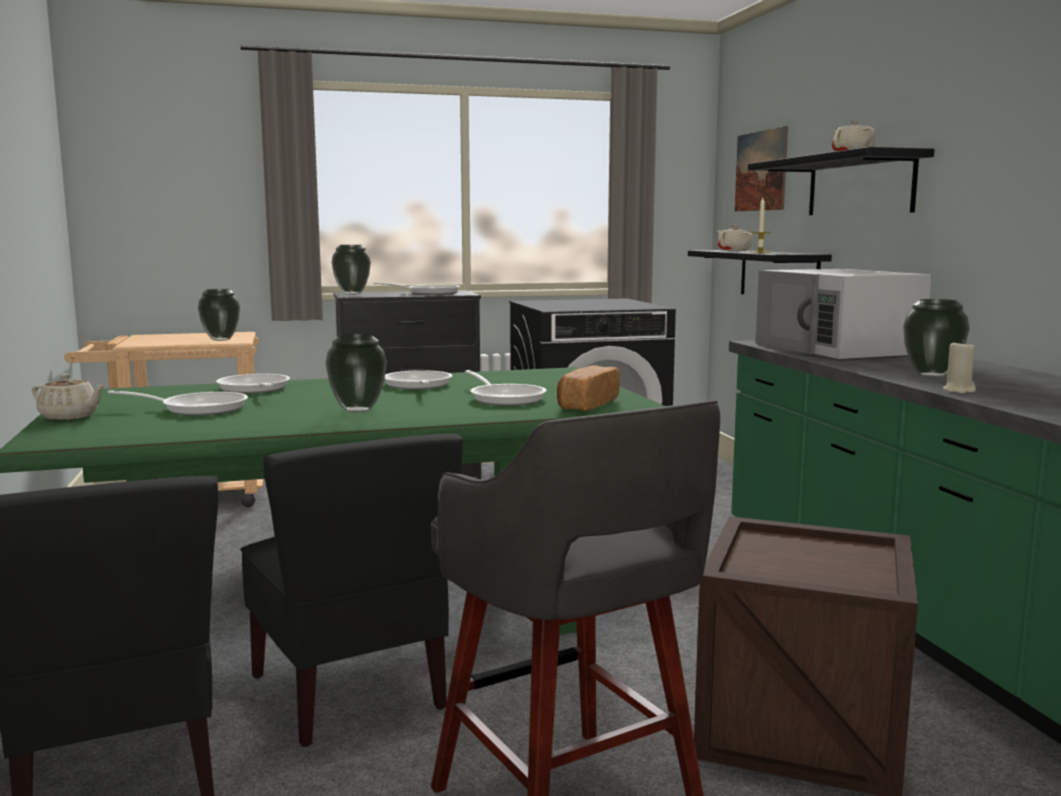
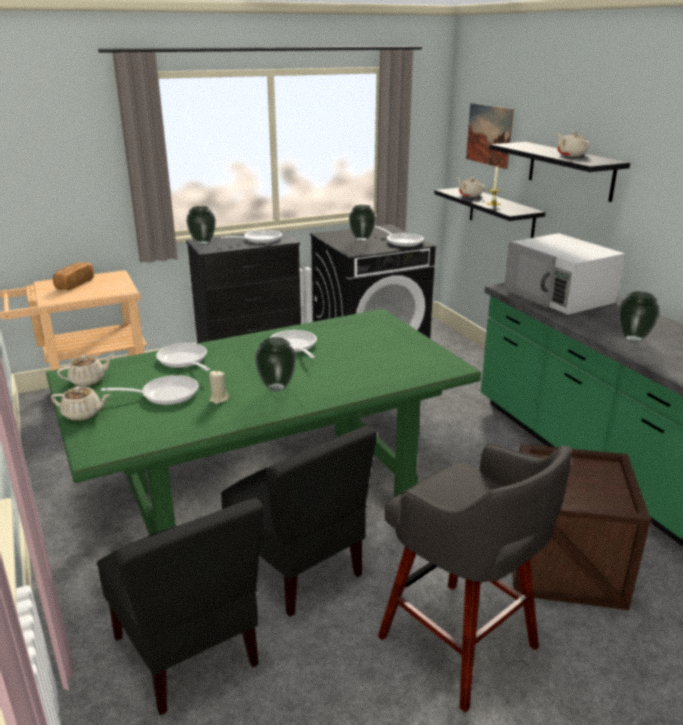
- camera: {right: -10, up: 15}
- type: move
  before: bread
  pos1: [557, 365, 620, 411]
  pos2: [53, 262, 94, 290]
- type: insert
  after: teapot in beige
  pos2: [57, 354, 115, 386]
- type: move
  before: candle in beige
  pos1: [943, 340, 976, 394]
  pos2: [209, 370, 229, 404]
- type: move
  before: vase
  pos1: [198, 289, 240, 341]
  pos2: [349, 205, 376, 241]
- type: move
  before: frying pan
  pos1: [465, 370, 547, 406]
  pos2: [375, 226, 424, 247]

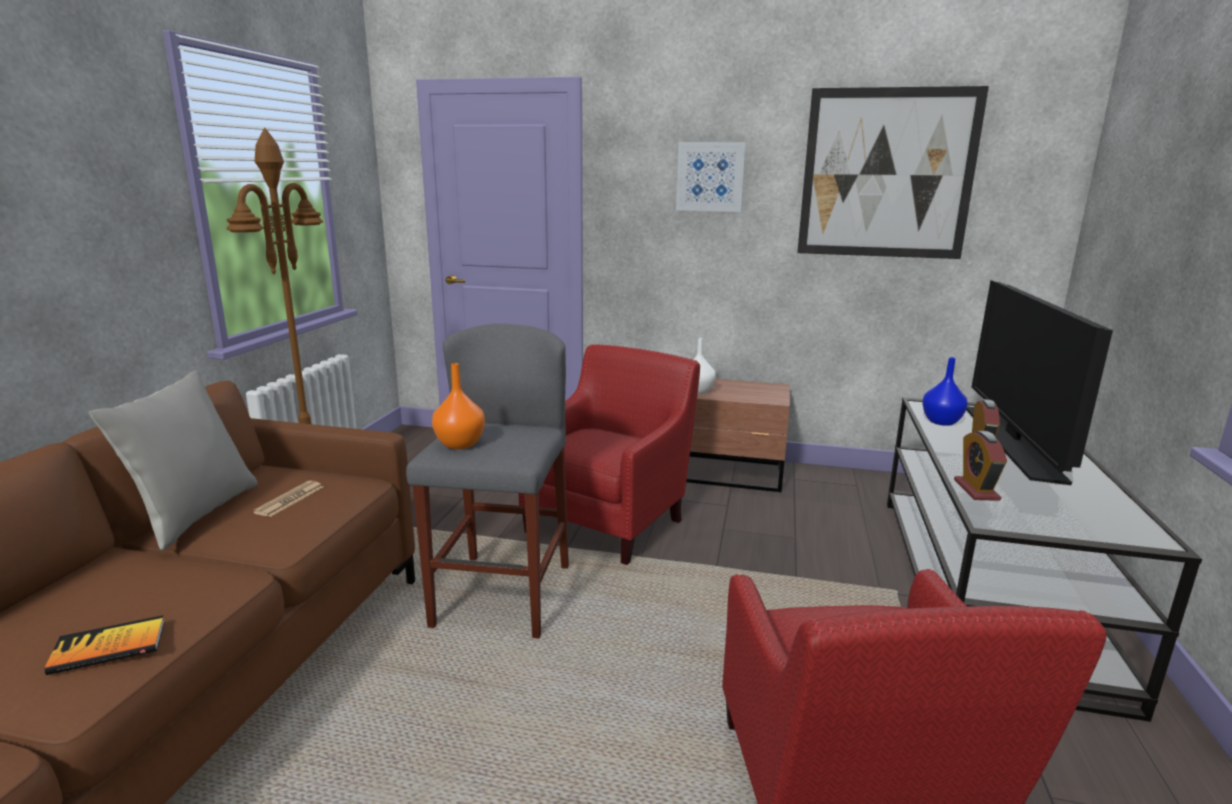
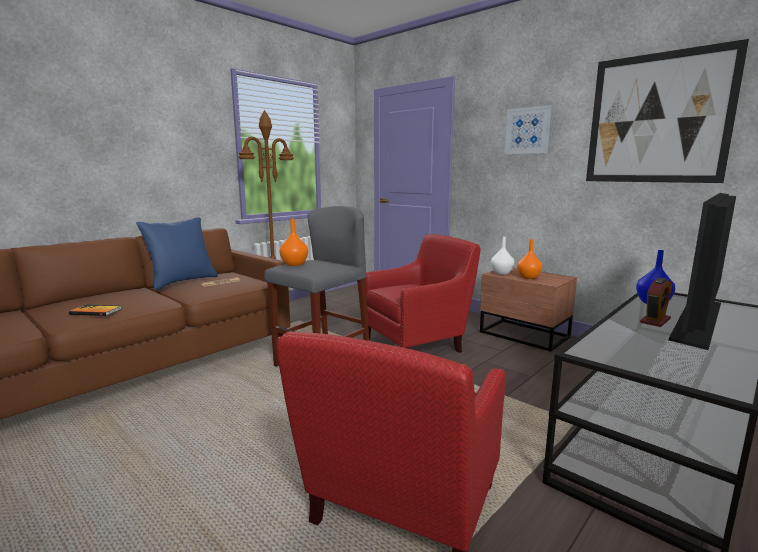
- camera: {right: 30, up: -5}
- type: recolor
  before: pillow in grey
  after: pillow in blue
  pos1: [89, 371, 258, 551]
  pos2: [136, 217, 218, 290]
- type: insert
  after: vase in orange
  pos2: [517, 239, 542, 279]
- type: delete
  before: alarm clock
  pos1: [954, 431, 1007, 501]

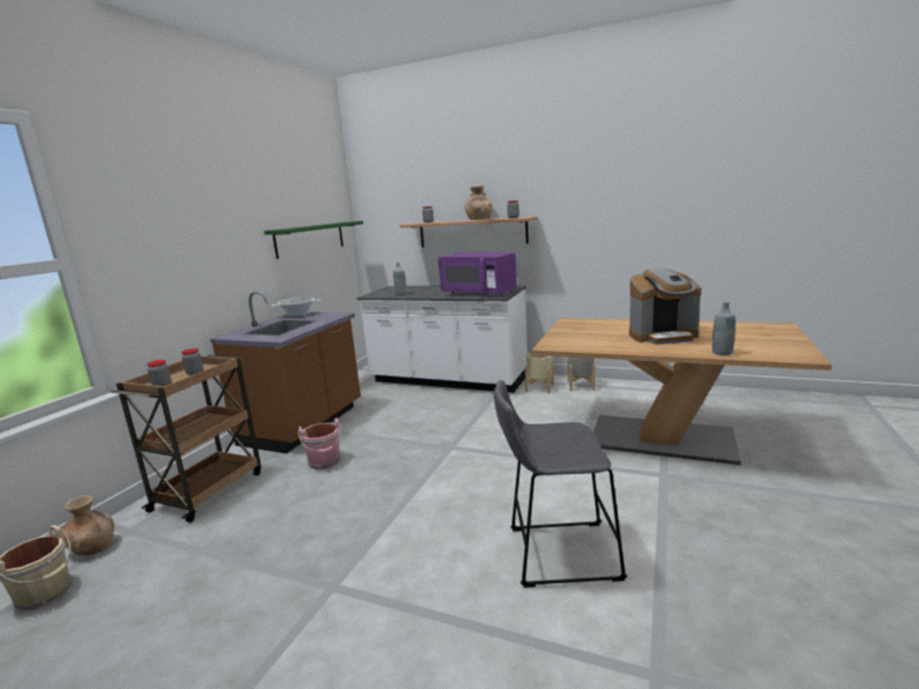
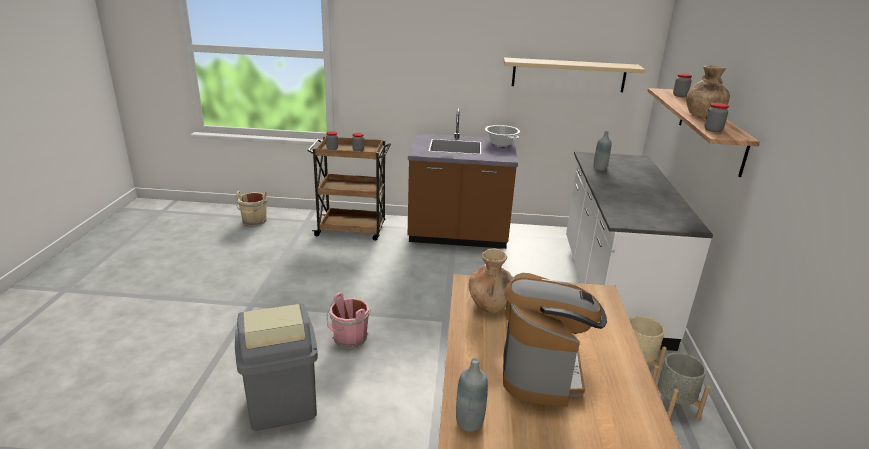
- camera: {right: 70, up: 10}
- type: replace
  before: stool in grey
  after: trash can in grey
  pos1: [494, 380, 627, 588]
  pos2: [235, 303, 318, 431]
- type: move
  before: bucket in pink
  pos1: [298, 418, 341, 469]
  pos2: [326, 292, 371, 349]
- type: move
  before: vase in brown
  pos1: [61, 495, 114, 555]
  pos2: [468, 249, 512, 313]
- type: rotate
  before: coffee machine
  pos1: [629, 268, 701, 345]
  pos2: [503, 273, 607, 407]
  turn: -150
- type: recolor
  before: shelf in green
  after: shelf in beige
  pos1: [264, 221, 363, 259]
  pos2: [504, 58, 645, 92]
- type: delete
  before: microwave in purple
  pos1: [438, 252, 517, 296]

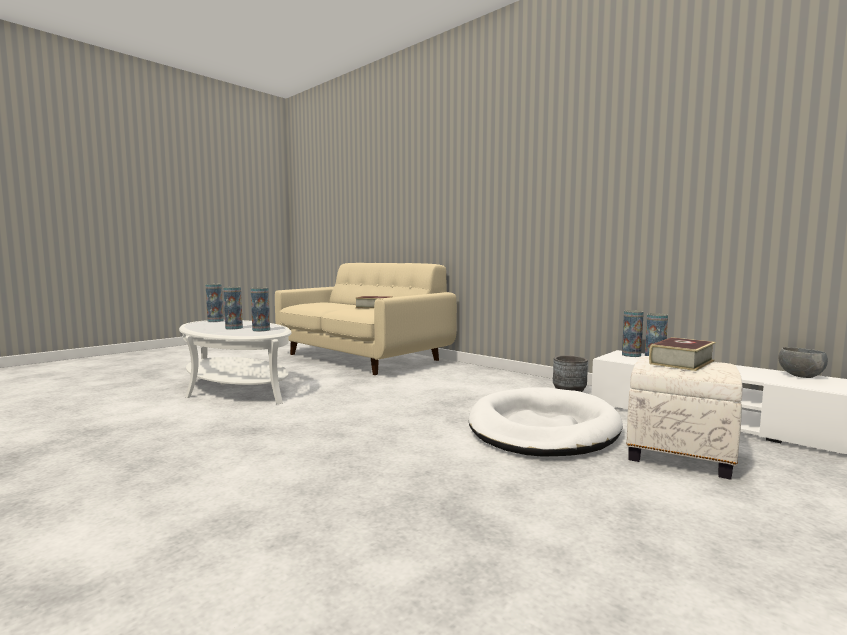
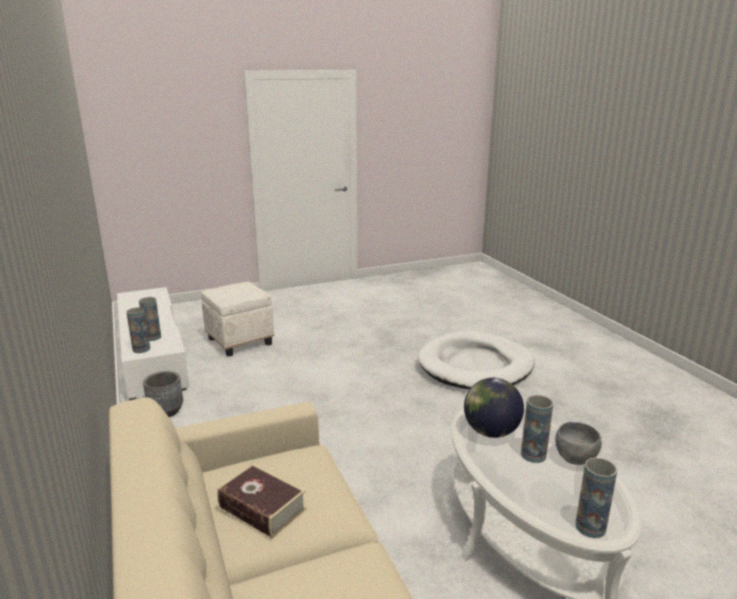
- camera: {right: -155, up: 15}
- type: move
  before: dog bed in white
  pos1: [469, 387, 623, 457]
  pos2: [418, 331, 535, 389]
- type: replace
  before: vase
  after: globe
  pos1: [251, 288, 270, 331]
  pos2: [464, 378, 524, 438]
- type: move
  before: bowl in grey
  pos1: [778, 347, 828, 378]
  pos2: [555, 422, 602, 465]
- type: delete
  before: book
  pos1: [649, 337, 716, 371]

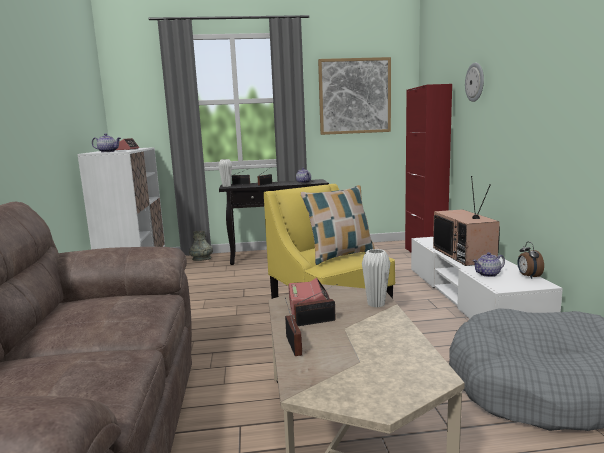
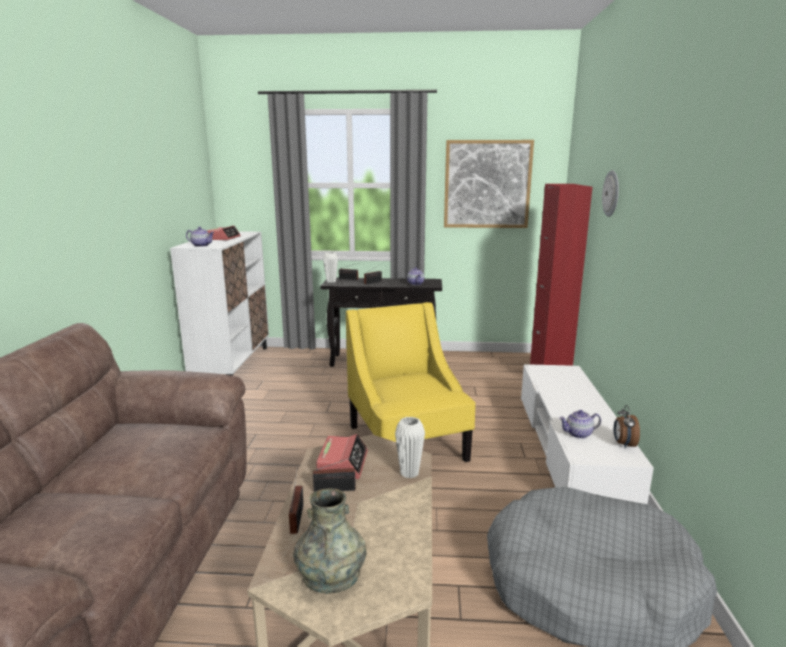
- camera: {right: 10, up: 5}
- type: move
  before: vase in grey
  pos1: [189, 231, 213, 261]
  pos2: [293, 488, 366, 594]
- type: delete
  before: pillow
  pos1: [301, 185, 375, 265]
- type: delete
  before: television
  pos1: [433, 176, 500, 266]

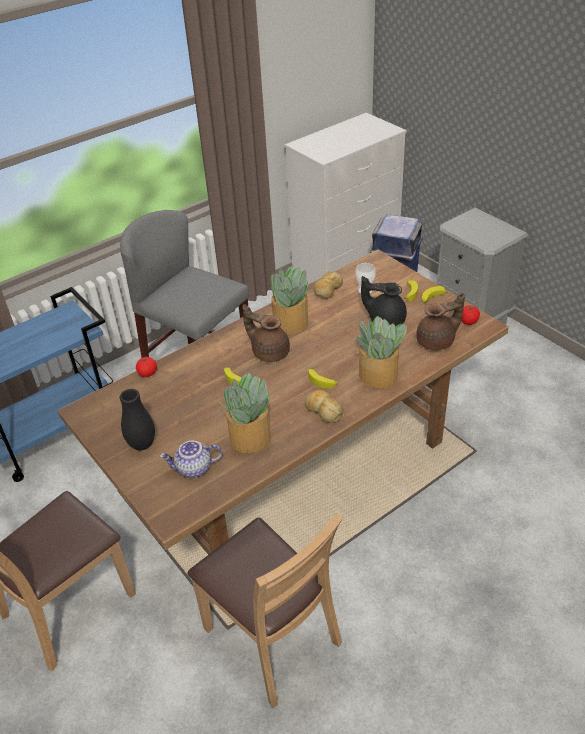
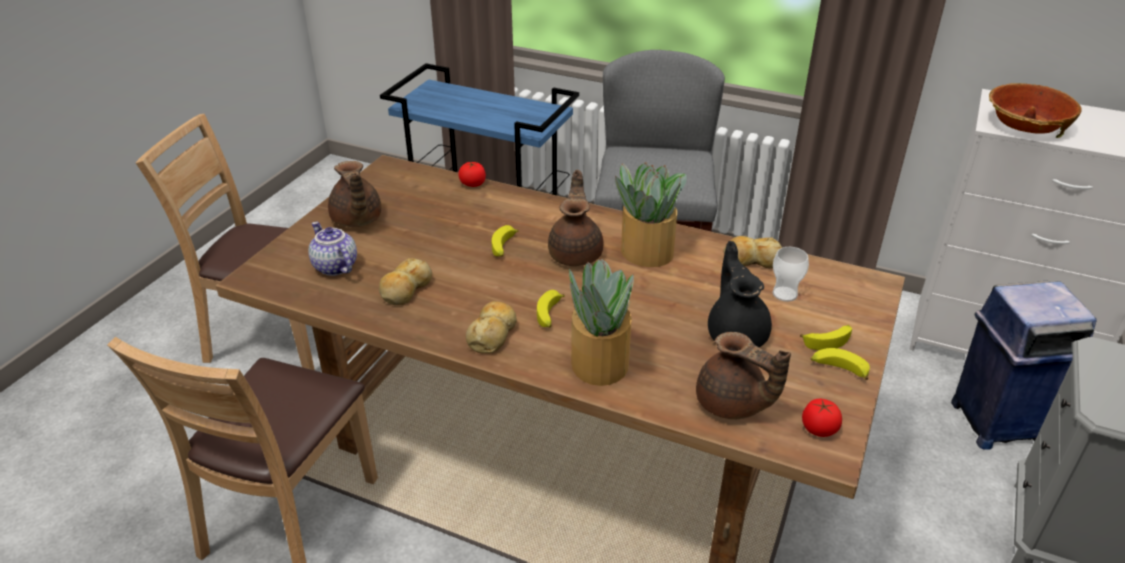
- camera: {right: 60, up: -5}
- type: replace
  before: vase in black
  after: teapot in brown
  pos1: [119, 389, 155, 450]
  pos2: [328, 161, 381, 227]
- type: replace
  before: potted plant
  after: bread
  pos1: [217, 373, 271, 453]
  pos2: [379, 258, 432, 305]
- type: insert
  after: bowl
  pos2: [989, 83, 1082, 138]

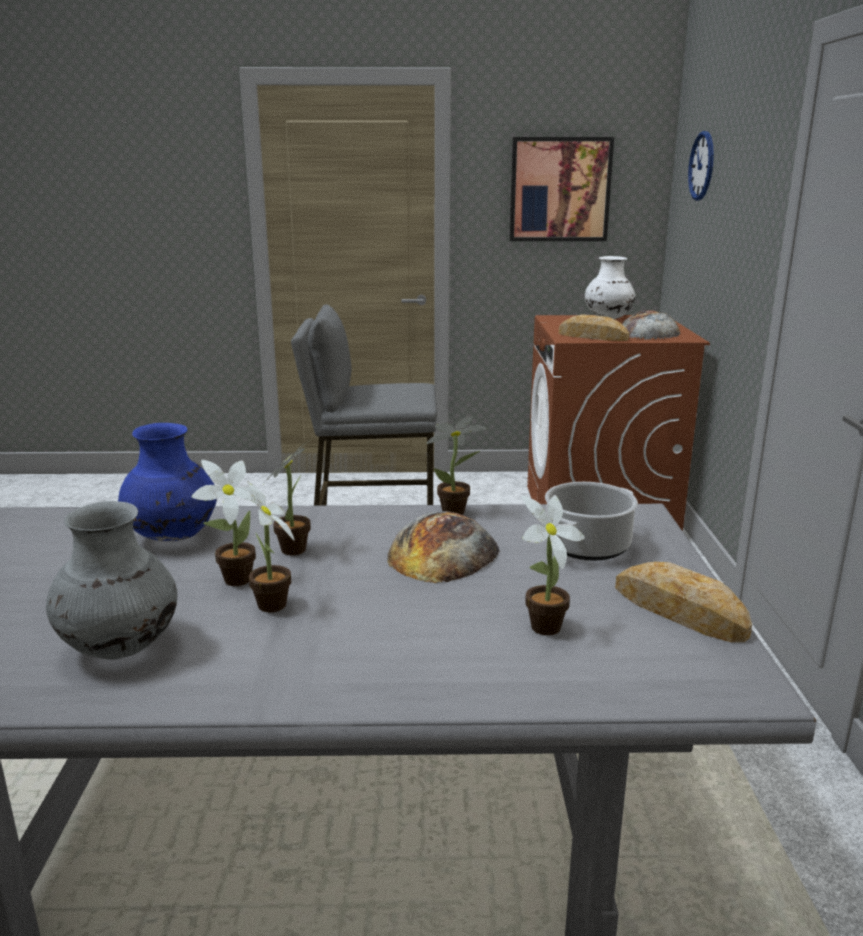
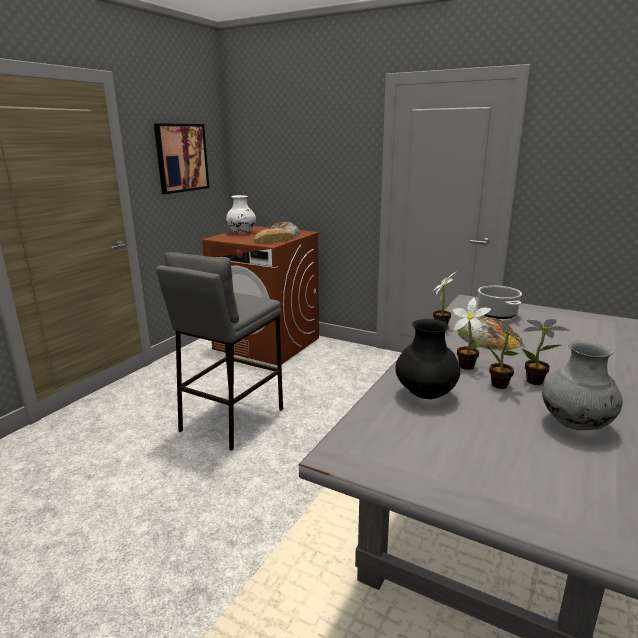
- camera: {right: -60, up: 0}
- type: recolor
  before: vase in blue
  after: vase in black
  pos1: [118, 423, 217, 541]
  pos2: [395, 319, 460, 399]
- type: delete
  before: potted plant
  pos1: [521, 495, 585, 635]
- type: delete
  before: bread
  pos1: [615, 562, 752, 642]
- type: delete
  before: wall clock
  pos1: [688, 131, 714, 201]

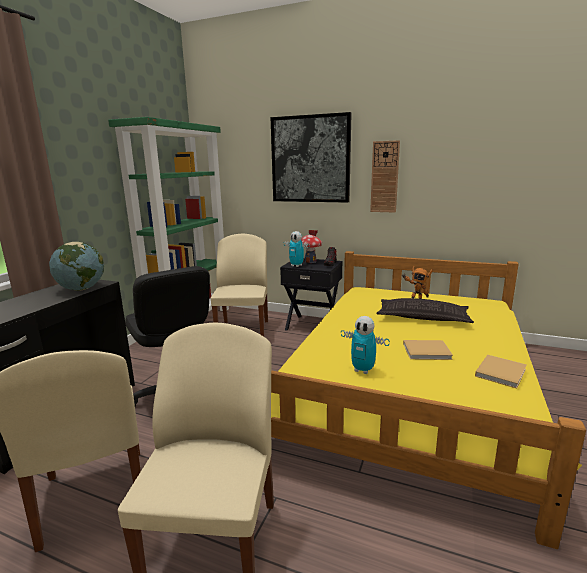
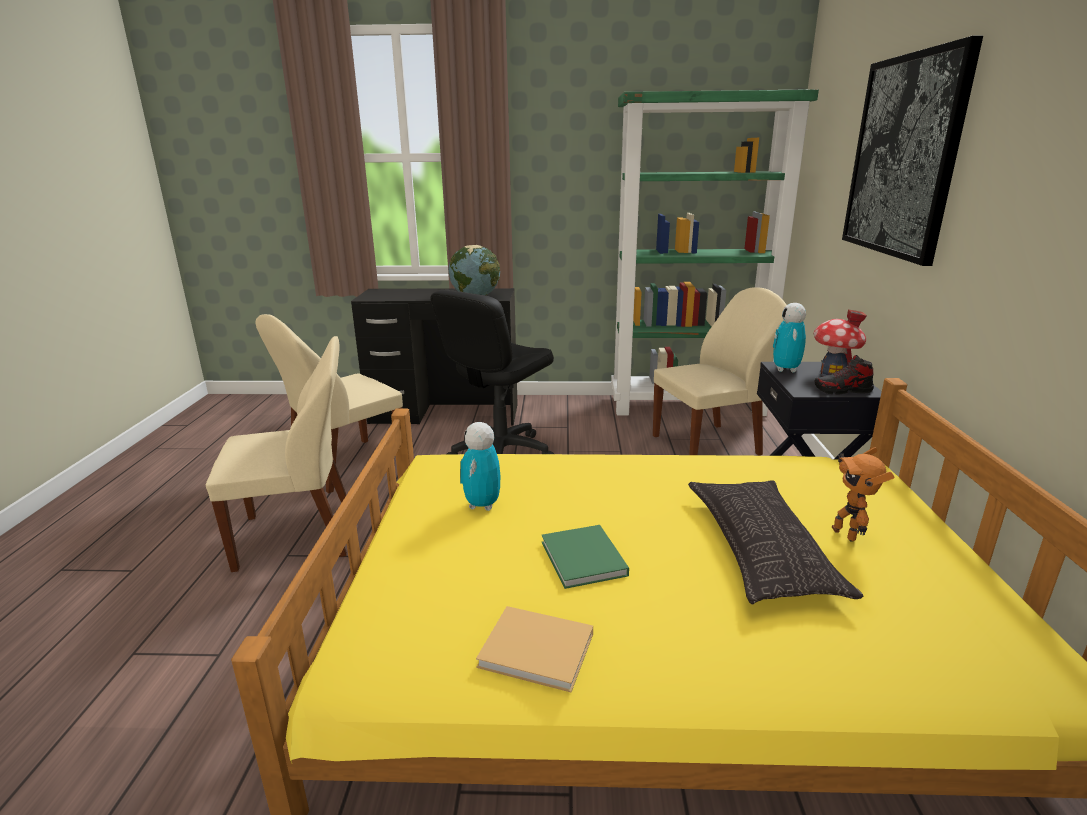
- camera: {right: 70, up: 5}
- type: recolor
  before: book in beige
  after: book in green
  pos1: [403, 340, 453, 360]
  pos2: [542, 525, 629, 589]
- type: delete
  before: wall clock
  pos1: [370, 140, 400, 213]

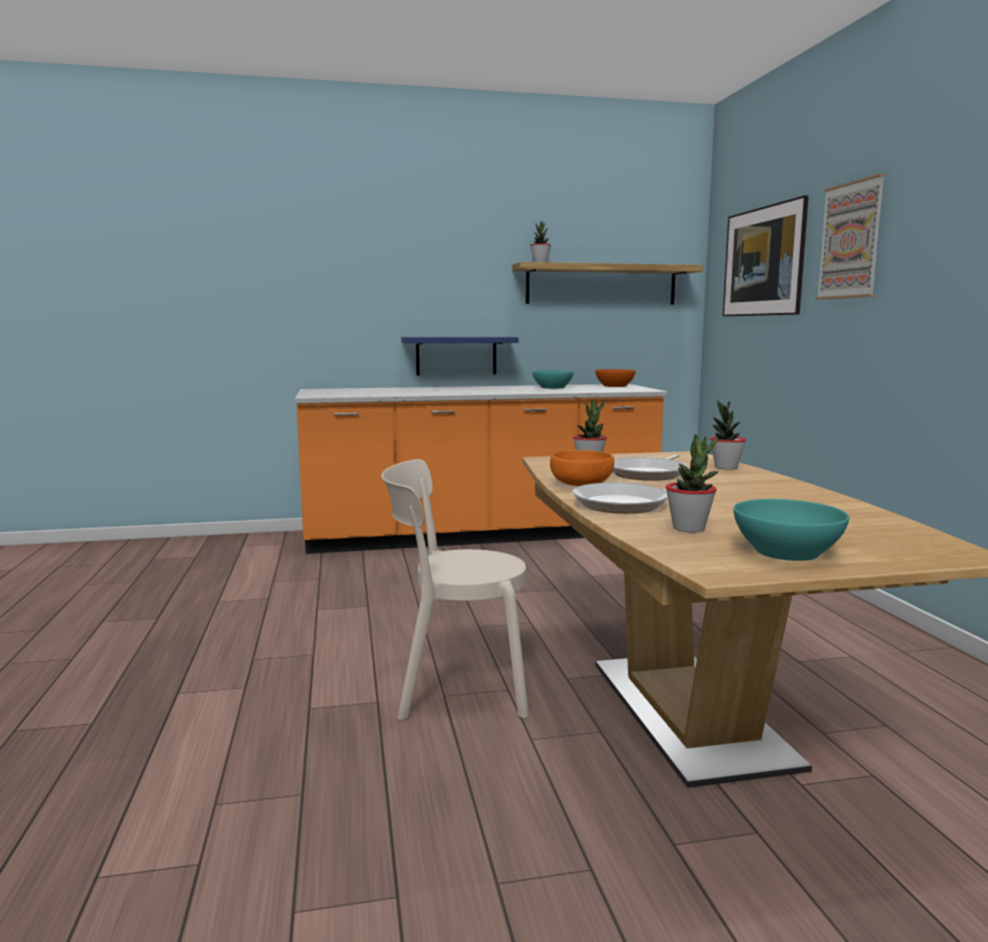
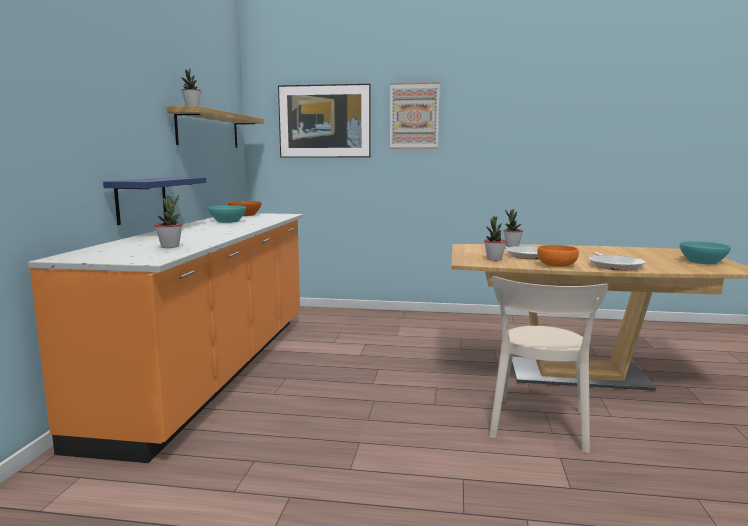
- camera: {right: -70, up: 0}
- type: move
  before: potted plant
  pos1: [666, 435, 719, 532]
  pos2: [155, 195, 183, 248]

